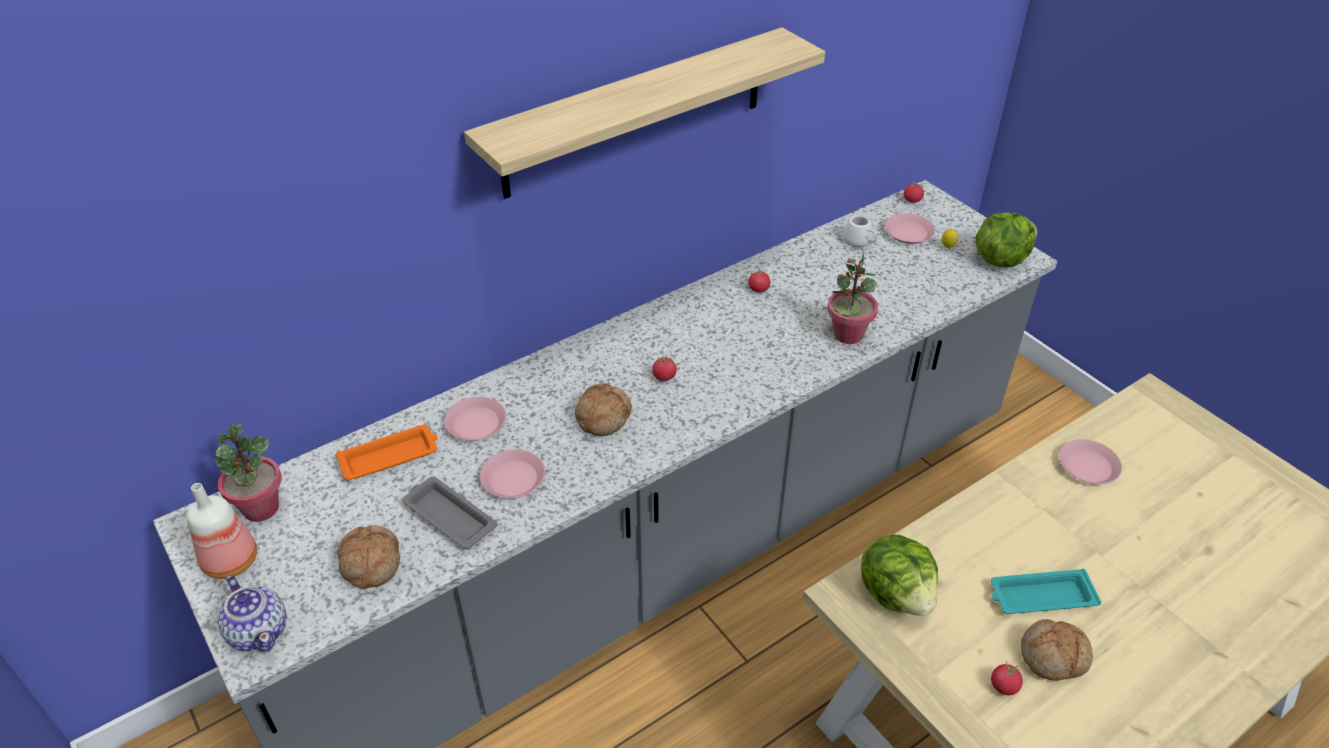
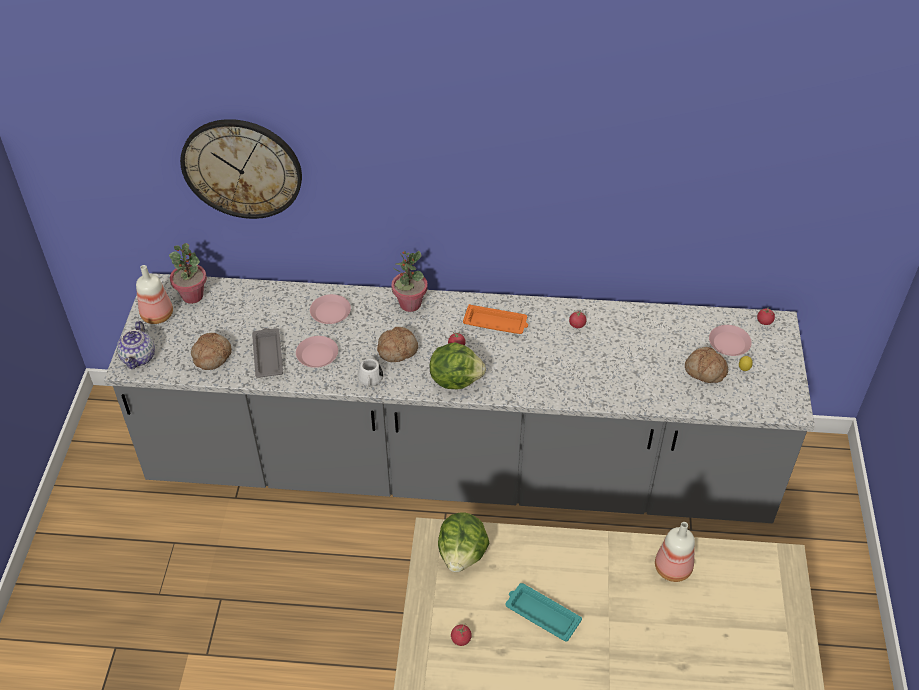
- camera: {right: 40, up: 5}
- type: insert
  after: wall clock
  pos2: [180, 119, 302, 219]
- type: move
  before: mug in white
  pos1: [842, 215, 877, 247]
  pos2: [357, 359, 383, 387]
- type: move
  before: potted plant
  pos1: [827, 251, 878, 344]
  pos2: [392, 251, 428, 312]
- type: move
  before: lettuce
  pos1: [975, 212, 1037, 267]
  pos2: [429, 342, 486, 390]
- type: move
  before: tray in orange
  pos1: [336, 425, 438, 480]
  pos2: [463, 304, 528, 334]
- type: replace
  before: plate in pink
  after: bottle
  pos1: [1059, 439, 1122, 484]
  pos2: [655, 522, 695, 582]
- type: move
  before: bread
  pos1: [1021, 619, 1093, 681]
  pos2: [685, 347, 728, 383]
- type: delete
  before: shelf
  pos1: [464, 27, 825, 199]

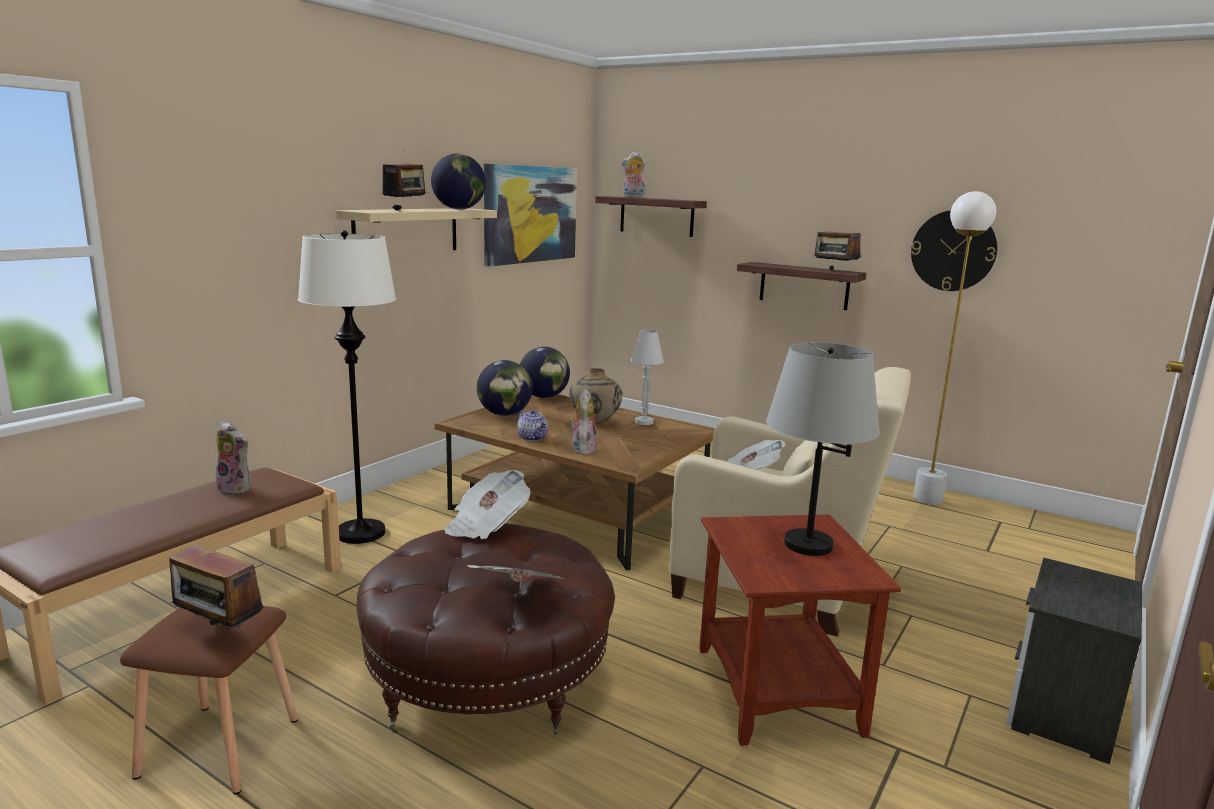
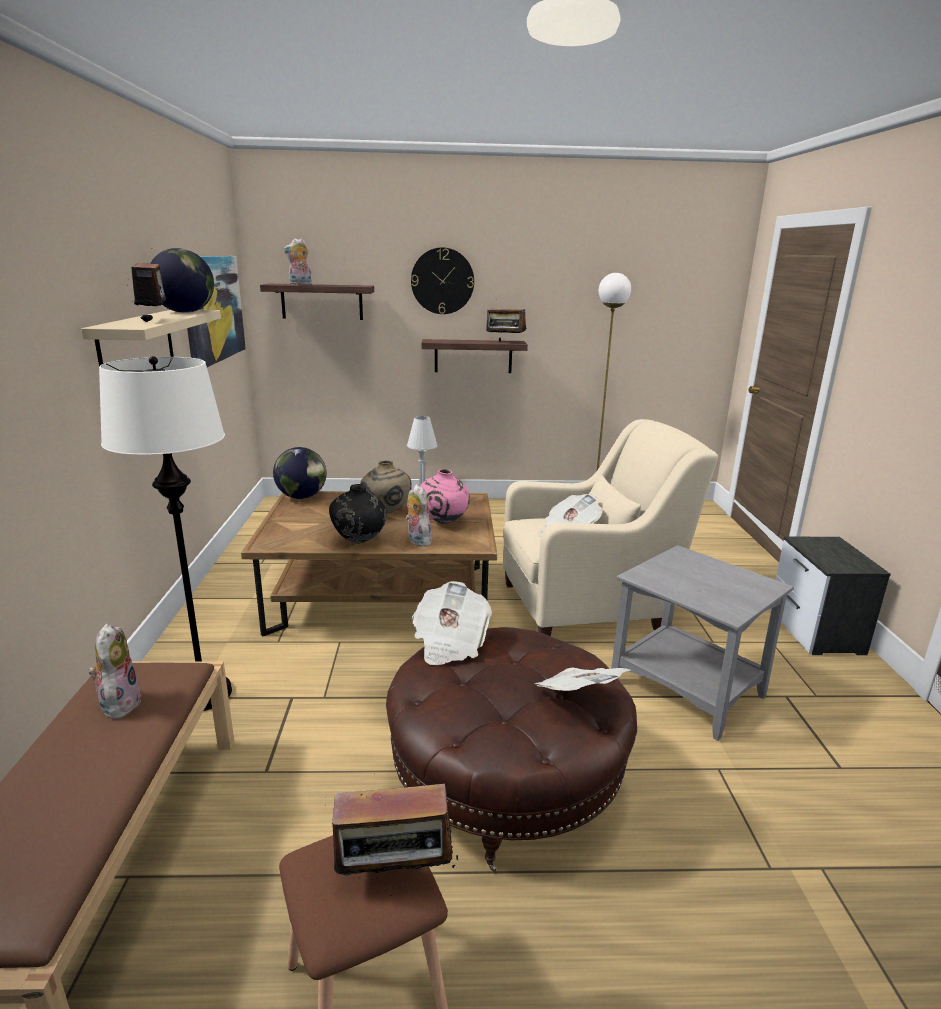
- camera: {right: -35, up: 5}
- type: rotate
  before: plush toy
  pos1: [215, 421, 250, 496]
  pos2: [89, 623, 142, 719]
  turn: -90
- type: replace
  before: teapot
  after: vase in black
  pos1: [517, 409, 548, 441]
  pos2: [329, 484, 386, 544]
- type: move
  before: wall clock
  pos1: [911, 210, 997, 291]
  pos2: [411, 247, 474, 314]
- type: insert
  after: vase in pink
  pos2: [419, 469, 470, 524]
- type: recolor
  before: side table in brown
  after: side table in grey
  pos1: [699, 515, 901, 746]
  pos2: [611, 545, 794, 741]
- type: delete
  before: globe
  pos1: [477, 360, 533, 416]
- type: delete
  before: table lamp in grey
  pos1: [766, 342, 880, 556]

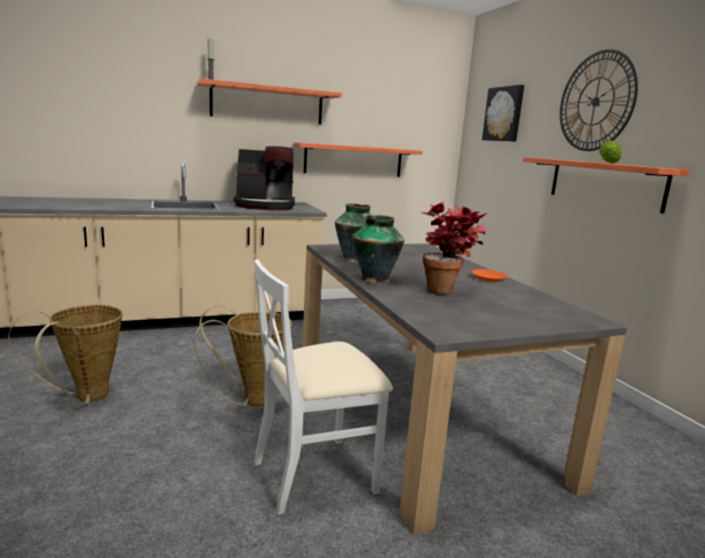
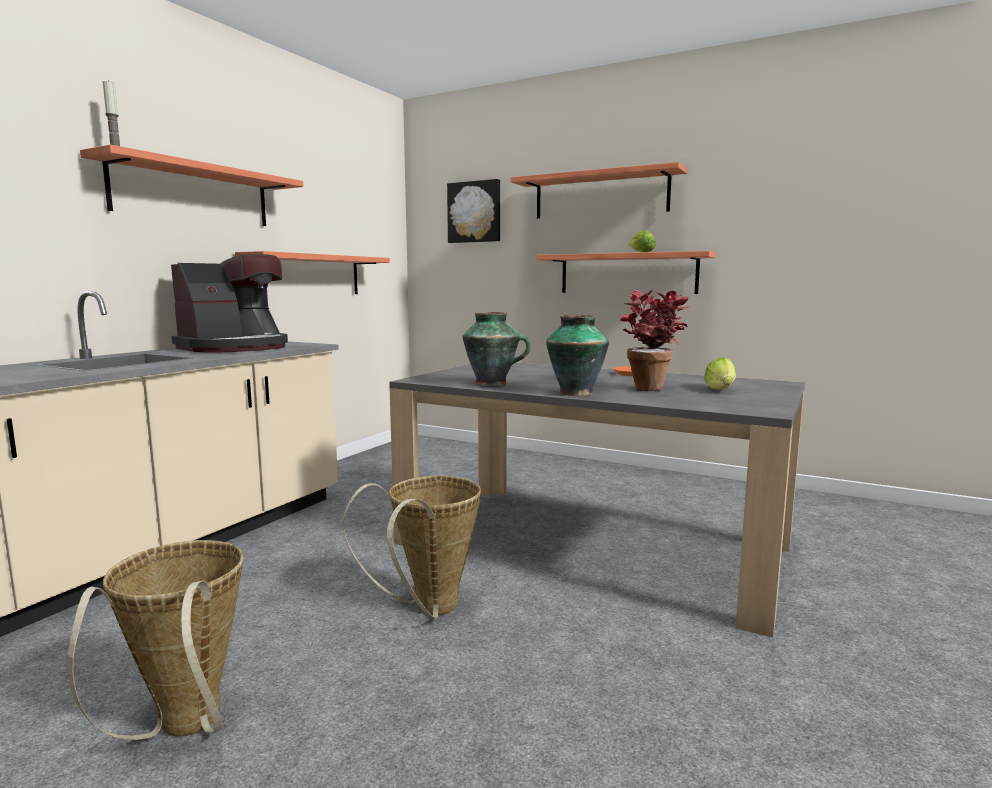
- camera: {right: -40, up: -5}
- type: replace
  before: wall clock
  after: shelf
  pos1: [560, 49, 638, 151]
  pos2: [510, 162, 687, 219]
- type: insert
  after: lettuce
  pos2: [704, 357, 736, 390]
- type: delete
  before: chair in white
  pos1: [254, 259, 393, 515]

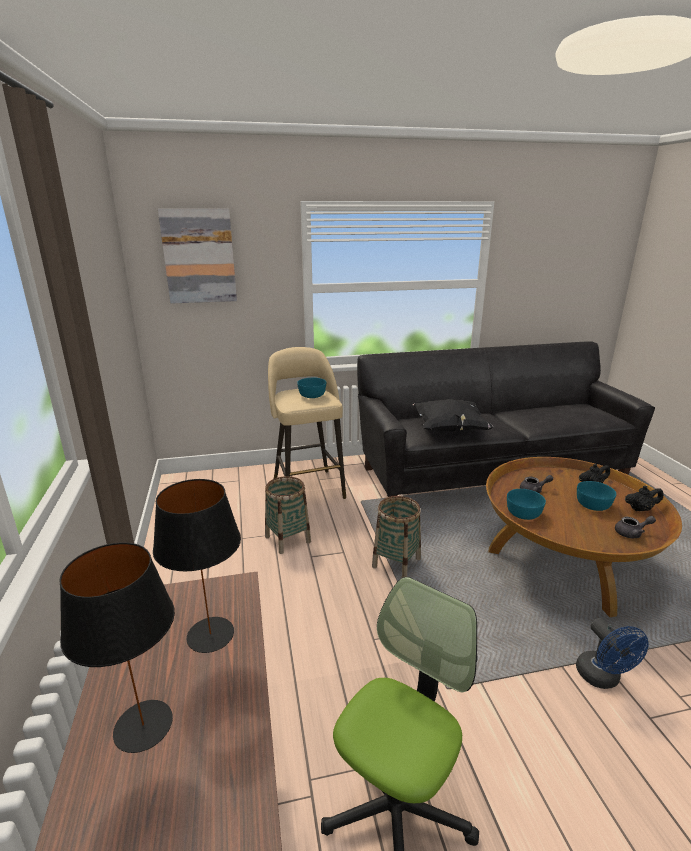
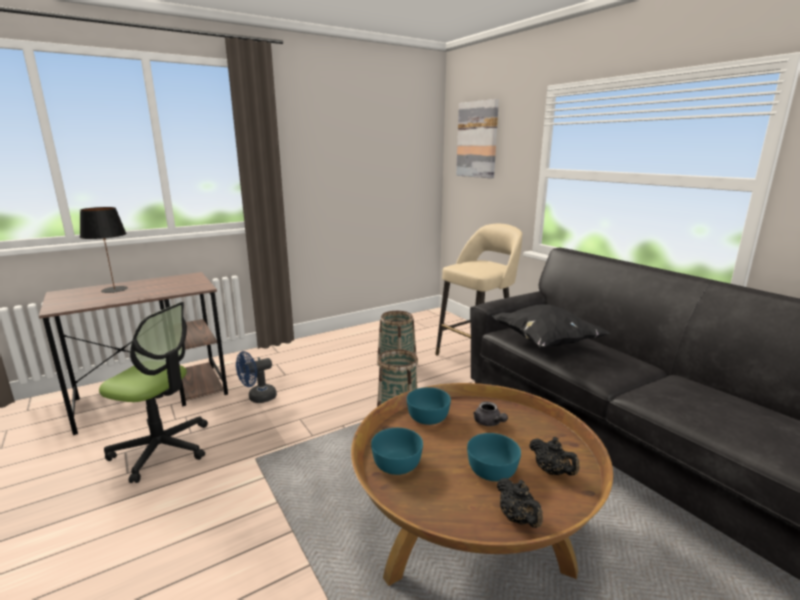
- camera: {right: 70, up: -5}
- type: move
  before: fan in blue
  pos1: [576, 618, 649, 689]
  pos2: [236, 351, 277, 403]
- type: move
  before: bowl in turquoise
  pos1: [297, 378, 326, 398]
  pos2: [371, 428, 423, 475]
- type: delete
  before: table lamp in black
  pos1: [153, 479, 241, 653]
- type: delete
  before: teapot in grey
  pos1: [615, 516, 656, 538]

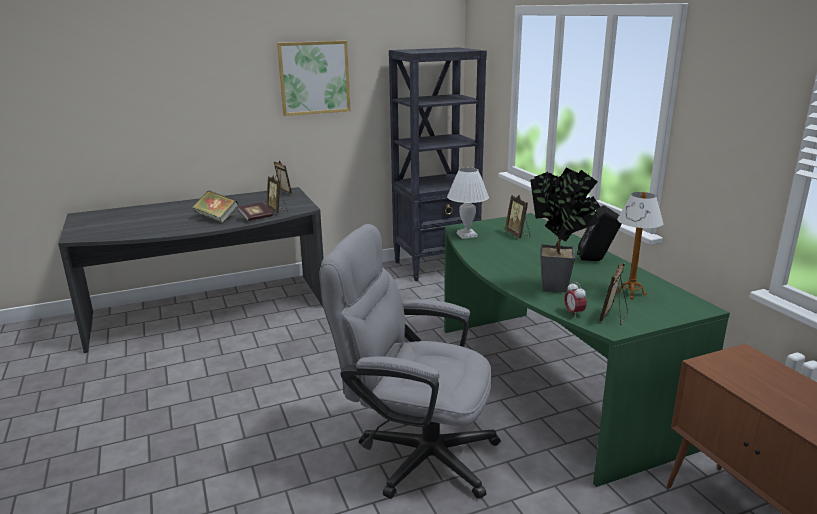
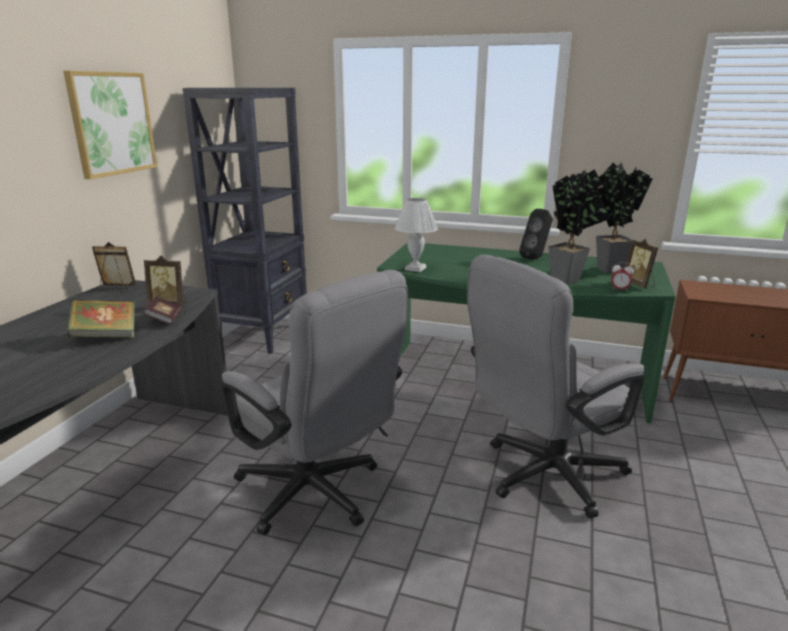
- camera: {right: -50, up: 0}
- type: insert
  after: office chair in grey
  pos2: [222, 270, 408, 535]
- type: replace
  before: table lamp
  after: potted plant
  pos1: [616, 192, 664, 299]
  pos2: [588, 162, 653, 273]
- type: delete
  before: picture frame
  pos1: [505, 195, 530, 239]

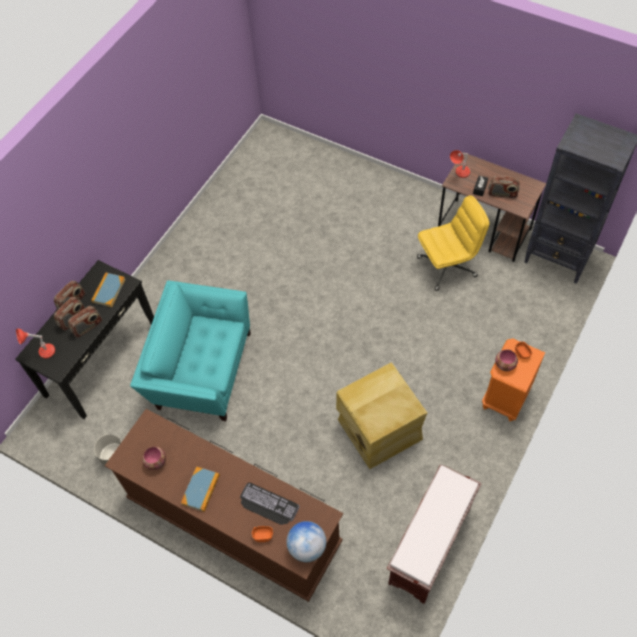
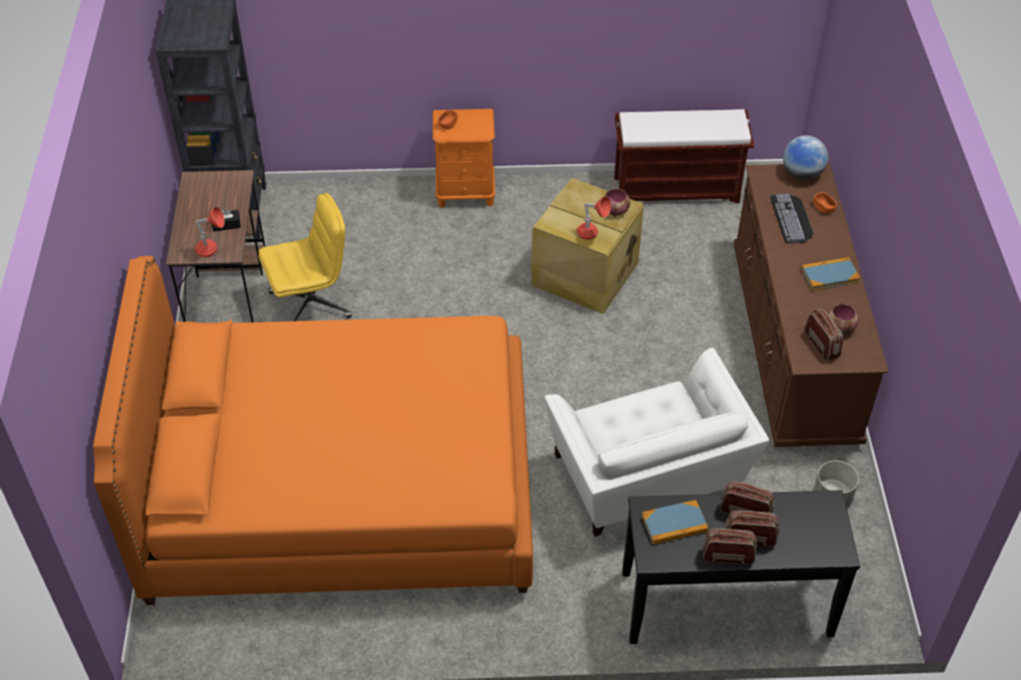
- camera: {right: -125, up: -10}
- type: insert
  after: bed in orange
  pos2: [93, 256, 533, 605]
- type: rotate
  before: office chair in yellow
  pos1: [417, 195, 489, 291]
  pos2: [259, 193, 352, 321]
  turn: 120
- type: recolor
  before: armchair in turquoise
  after: armchair in white
  pos1: [130, 281, 251, 421]
  pos2: [544, 348, 769, 537]
- type: move
  before: table lamp in red
  pos1: [16, 329, 55, 358]
  pos2: [577, 197, 611, 240]
- type: move
  before: bowl
  pos1: [495, 349, 518, 371]
  pos2: [604, 189, 630, 217]
- type: move
  before: radio
  pos1: [488, 176, 520, 198]
  pos2: [805, 309, 843, 361]

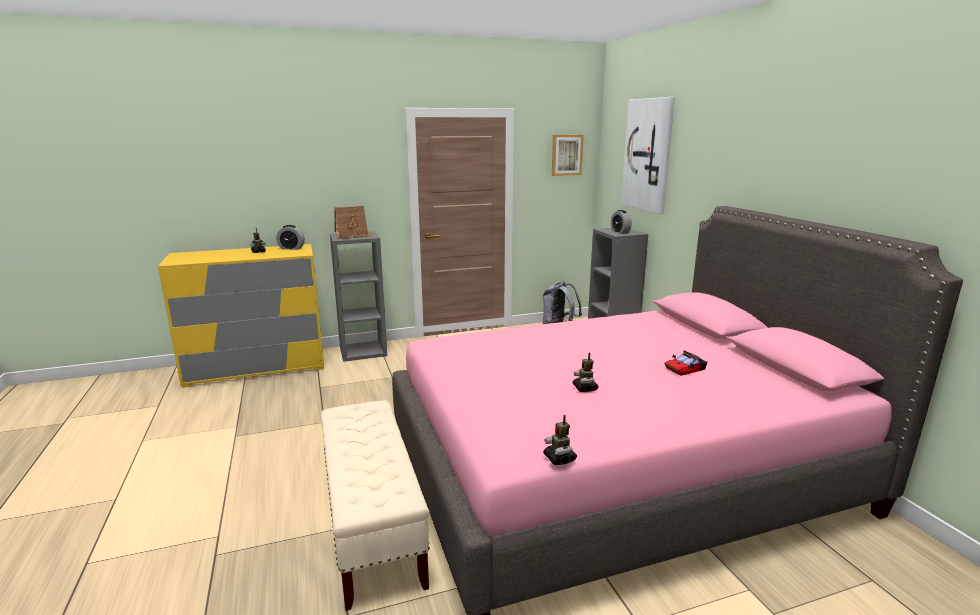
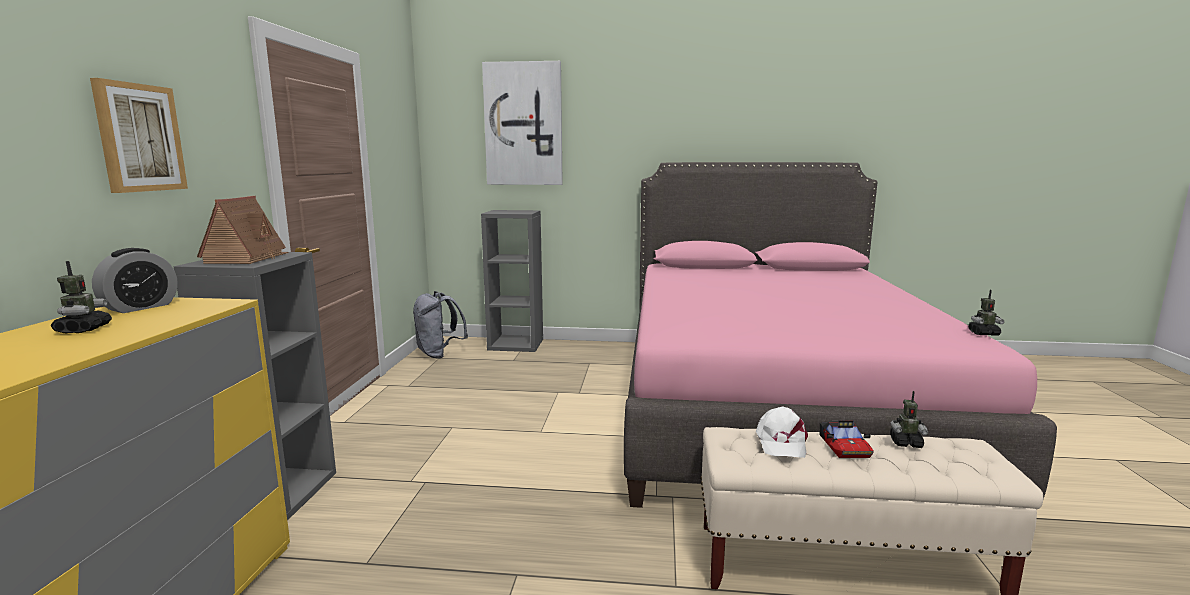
- camera: {right: -65, up: -5}
- type: move
  before: picture
  pos1: [552, 135, 584, 176]
  pos2: [90, 78, 188, 193]
- type: insert
  after: cap in white
  pos2: [756, 406, 808, 458]
- type: move
  before: toy car
  pos1: [665, 351, 707, 376]
  pos2: [819, 421, 874, 458]
- type: move
  before: toy robot
  pos1: [572, 353, 599, 392]
  pos2: [890, 391, 928, 448]
- type: delete
  before: alarm clock
  pos1: [611, 210, 632, 234]

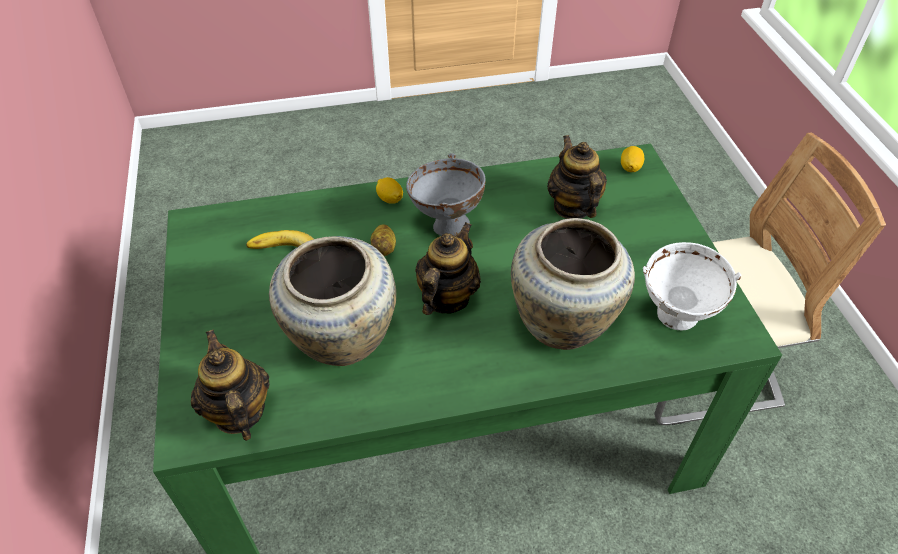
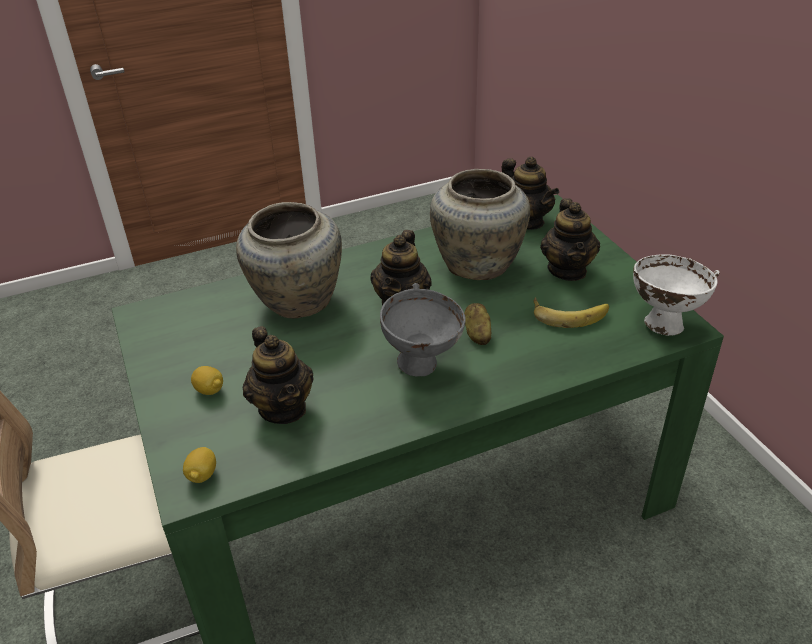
- camera: {right: 170, up: -10}
- type: move
  before: lemon
  pos1: [376, 177, 403, 204]
  pos2: [191, 366, 223, 395]
- type: insert
  after: teapot
  pos2: [540, 198, 600, 281]
- type: move
  before: bowl in white
  pos1: [643, 242, 741, 330]
  pos2: [633, 255, 720, 336]

